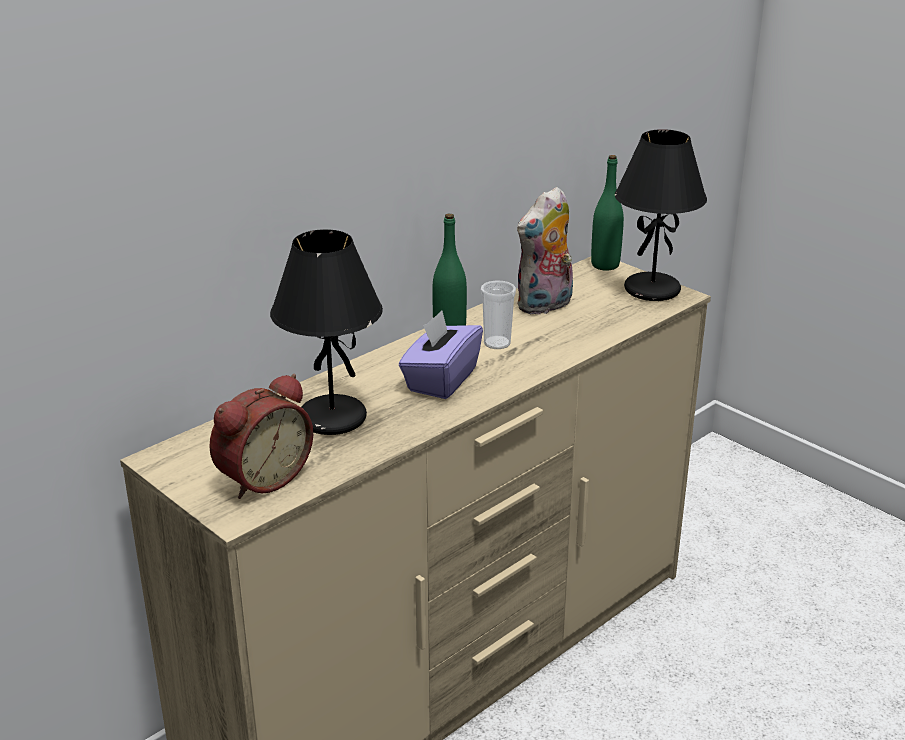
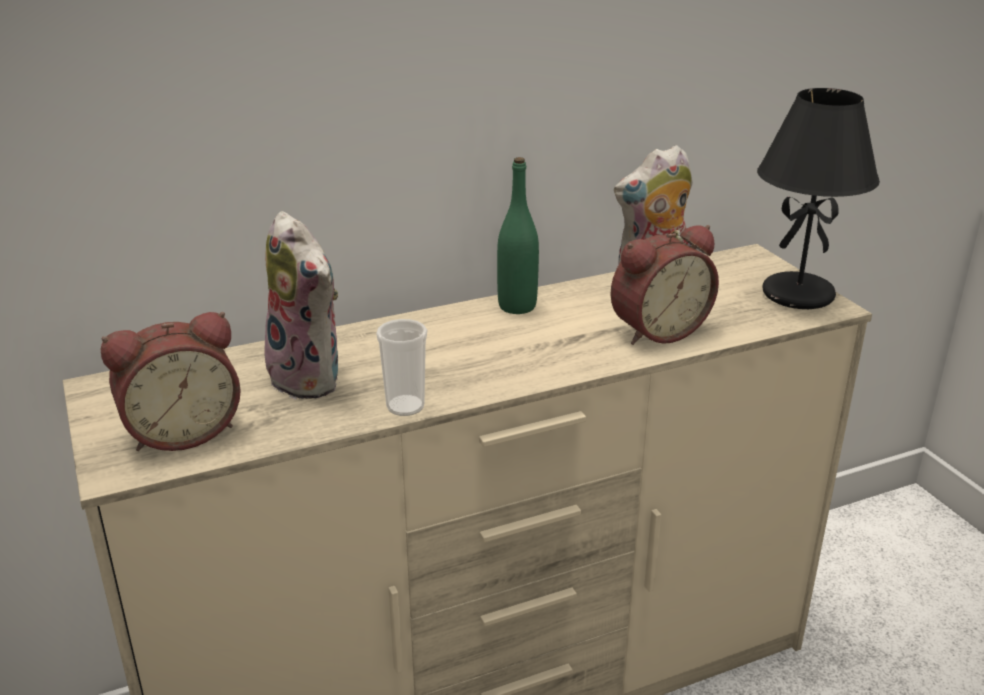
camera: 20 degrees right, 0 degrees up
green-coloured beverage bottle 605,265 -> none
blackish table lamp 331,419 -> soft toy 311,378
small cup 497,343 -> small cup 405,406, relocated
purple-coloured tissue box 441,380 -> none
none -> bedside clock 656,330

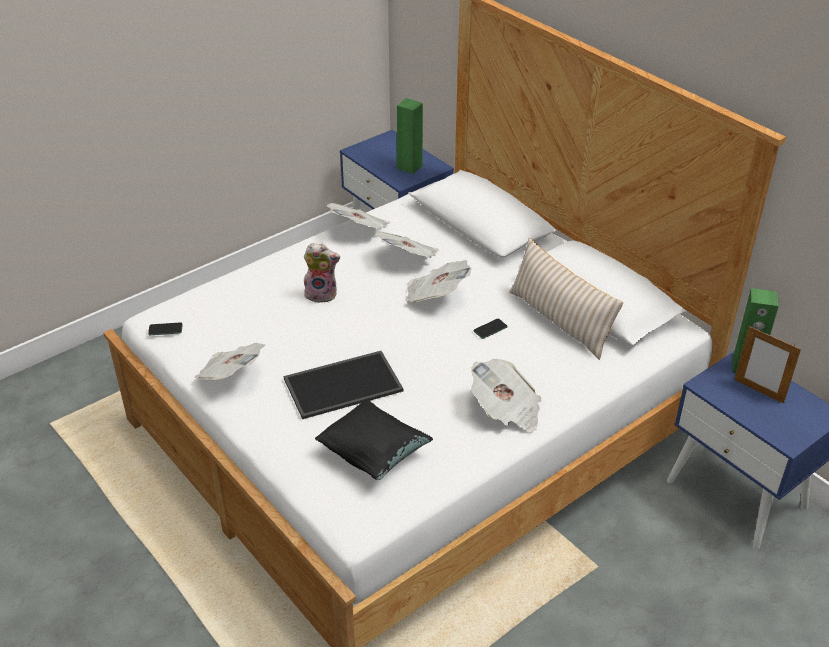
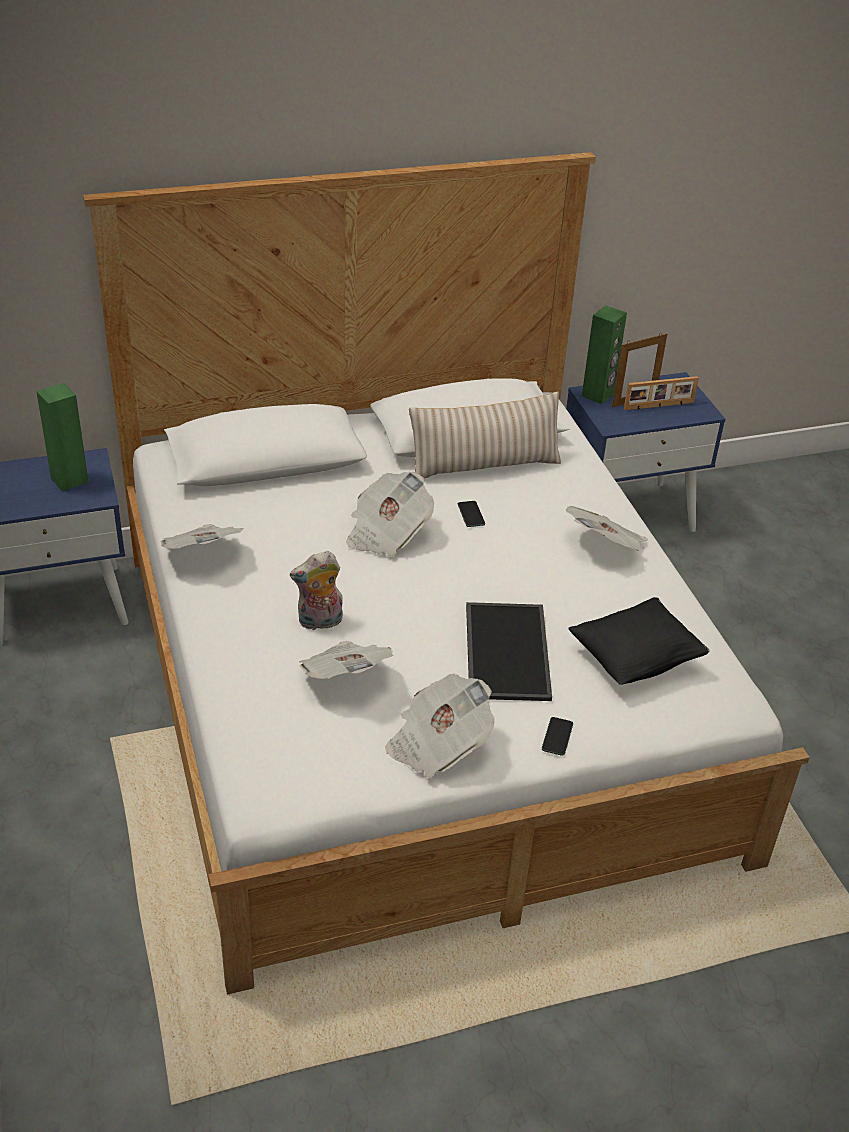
camera: 70 degrees left, 0 degrees up
newspaper 409,258 -> newspaper 345,677, relocated
soft toy 322,294 -> soft toy 319,622, 135 degrees counterclockwise
phone 165,329 -> phone 557,737, relocated
none -> picture frame 659,406

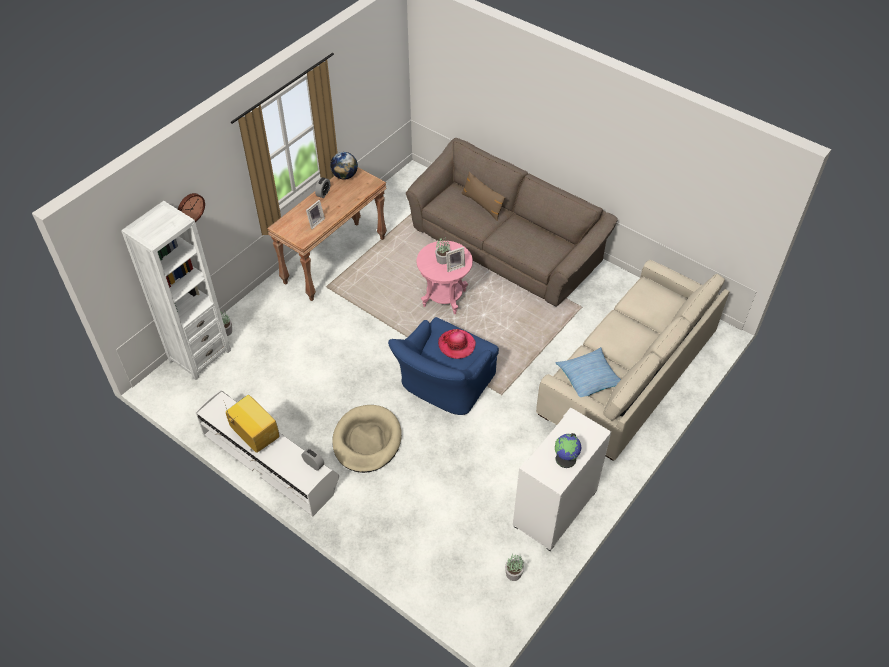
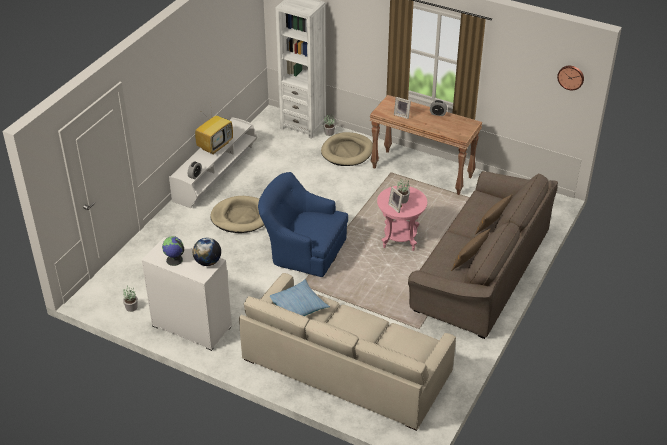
camera: 80 degrees right, 10 degrees down
desk globe 345,176 -> desk globe 208,262, relocated
clock on the wall 189,208 -> clock on the wall 571,77, relocated
hat 456,345 -> none
none -> beige-coloured dog bed 347,151
none -> brownish throw pillow 470,258

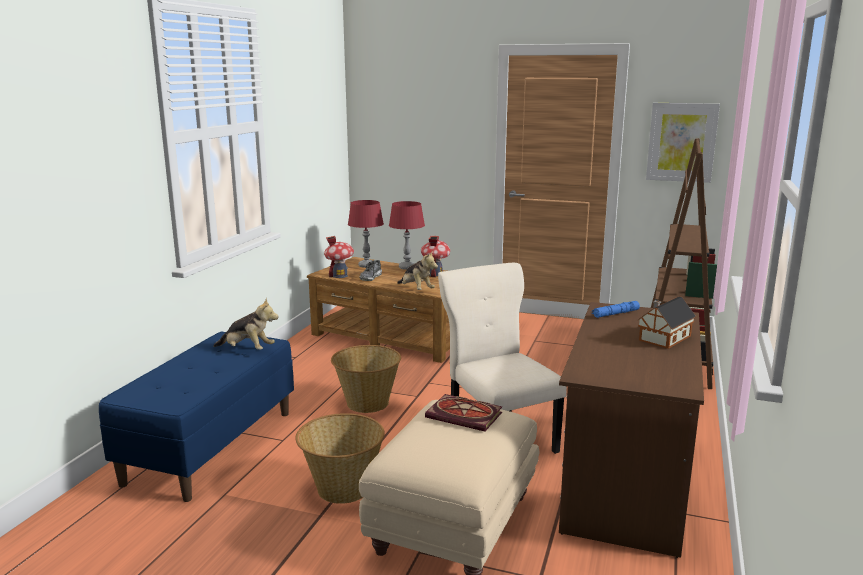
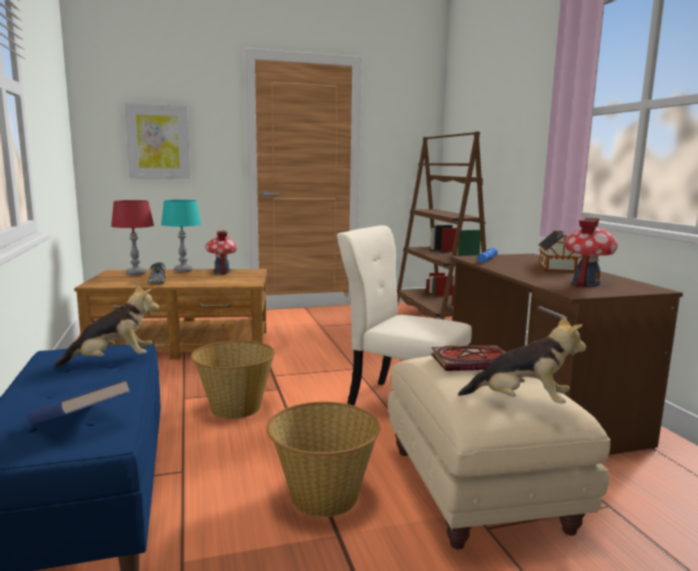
camera: 35 degrees left, 5 degrees down
wall picture 681,142 -> wall picture 158,142, relocated
red table lamp 407,267 -> blue-green table lamp 183,271
miniature house 340,275 -> miniature house 586,283, relocated
soft toy 416,290 -> soft toy 521,402, relocated
none -> blue bound book 80,424

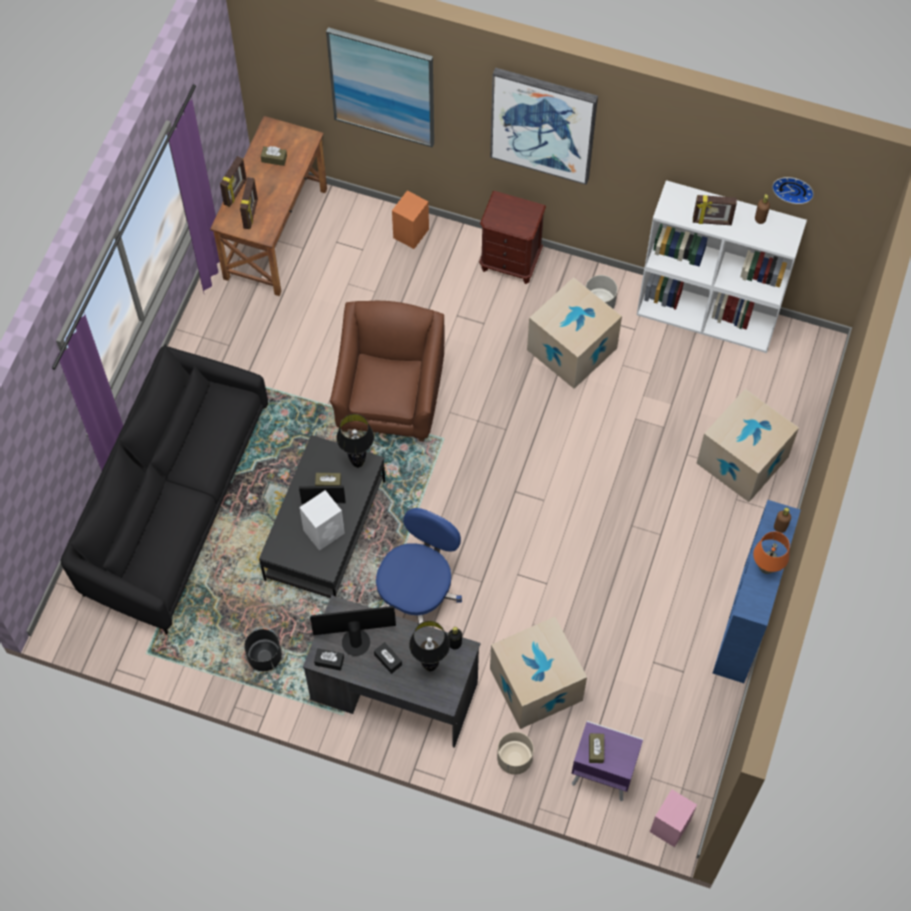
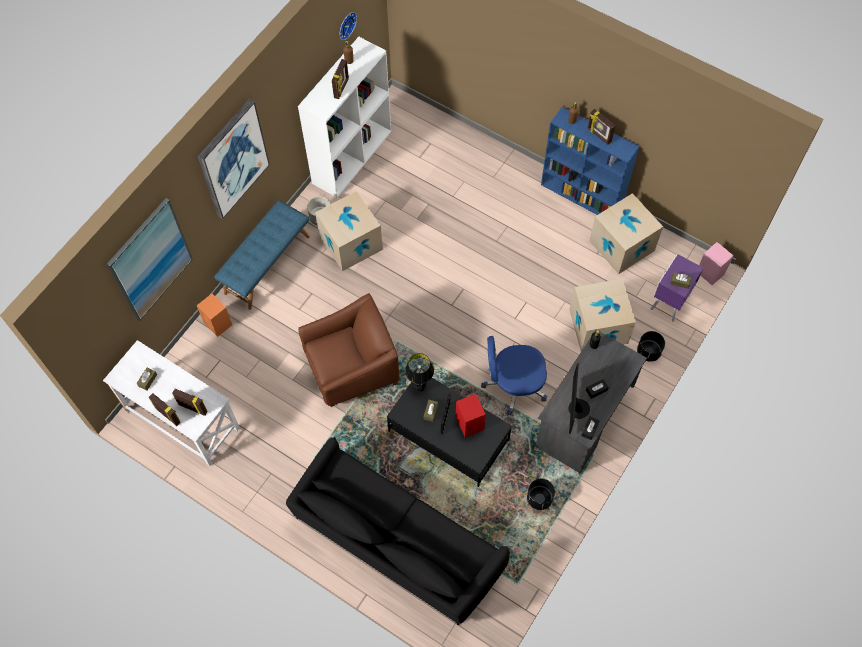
camera: 75 degrees left, 0 degrees up
brownish desk 275,233 -> white-coloured desk 182,419
brownish nightstand 510,262 -> blue indoor bench 267,264
brownish lounge chair 390,396 -> brownish lounge chair 352,368, 135 degrees clockwise
packing box 742,460 -> packing box 622,245, relocated
white-coloured audio speaker 324,531 -> red audio speaker 469,422
blue desk chair 417,593 -> blue desk chair 513,385, 45 degrees counterclockwise
orangey table lamp 766,568 -> picture frame 599,135
blackish table lamp 430,666 -> none
beige-coloured planter 514,759 -> blackish planter 648,352

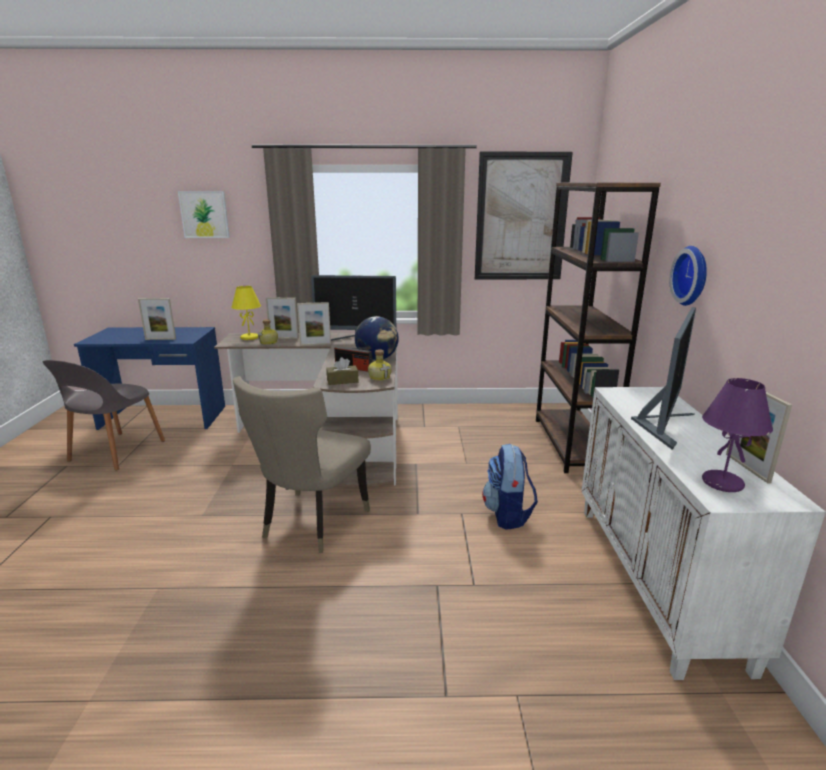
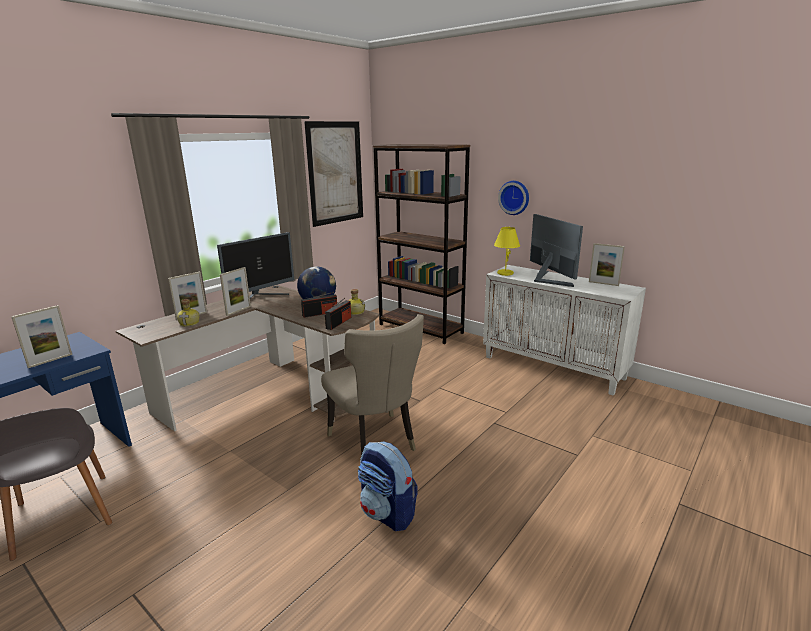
camera: 50 degrees left, 0 degrees up
wall picture 204,214 -> none
yellow-coloured table lamp 250,337 -> yellow-coloured table lamp 505,273, relocated
brownish tissue box 342,381 -> radio receiver 339,323
purple-coloured table lamp 721,483 -> none
backpack 508,515 -> backpack 388,513, relocated

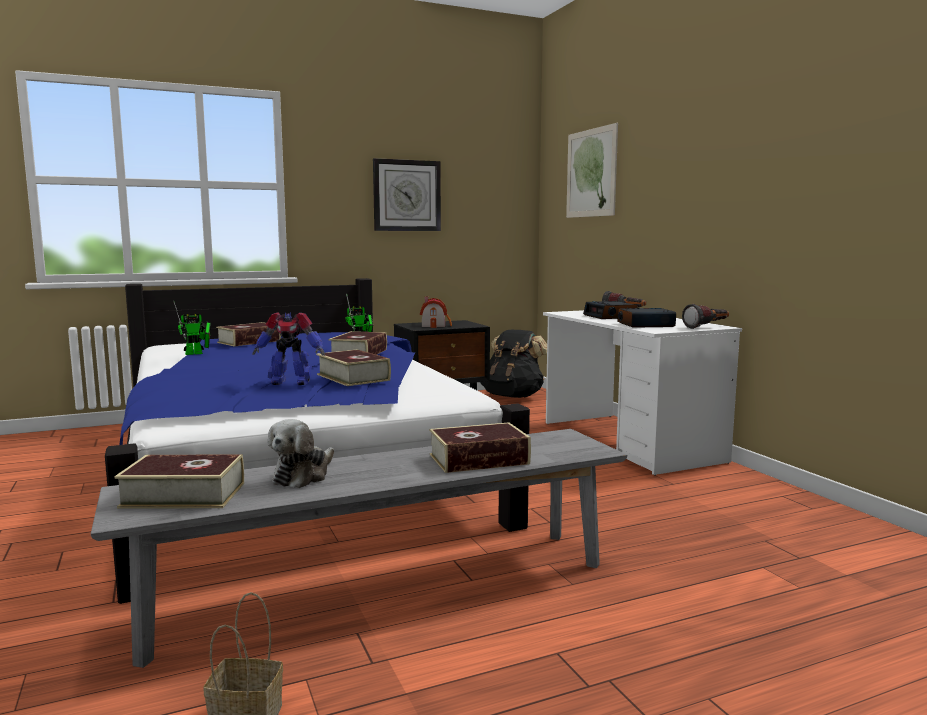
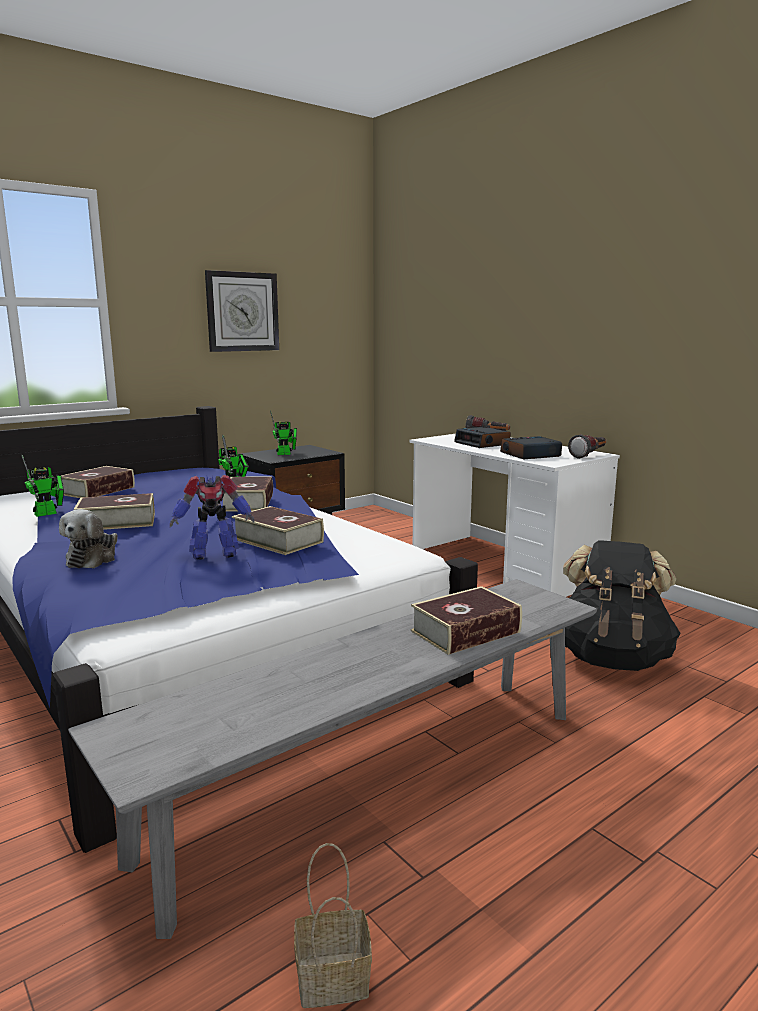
camera: 15 degrees left, 5 degrees up
wall picture 591,173 -> none
miniature house 435,325 -> toy robot 286,454
blackish backpack 512,396 -> blackish backpack 611,659, relocated
soft toy 303,475 -> soft toy 93,558, relocated
bound book 184,495 -> bound book 117,522, relocated

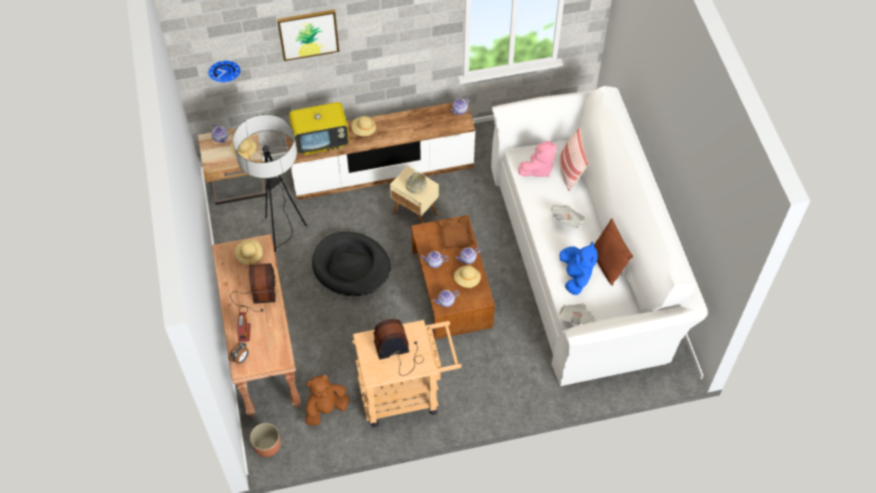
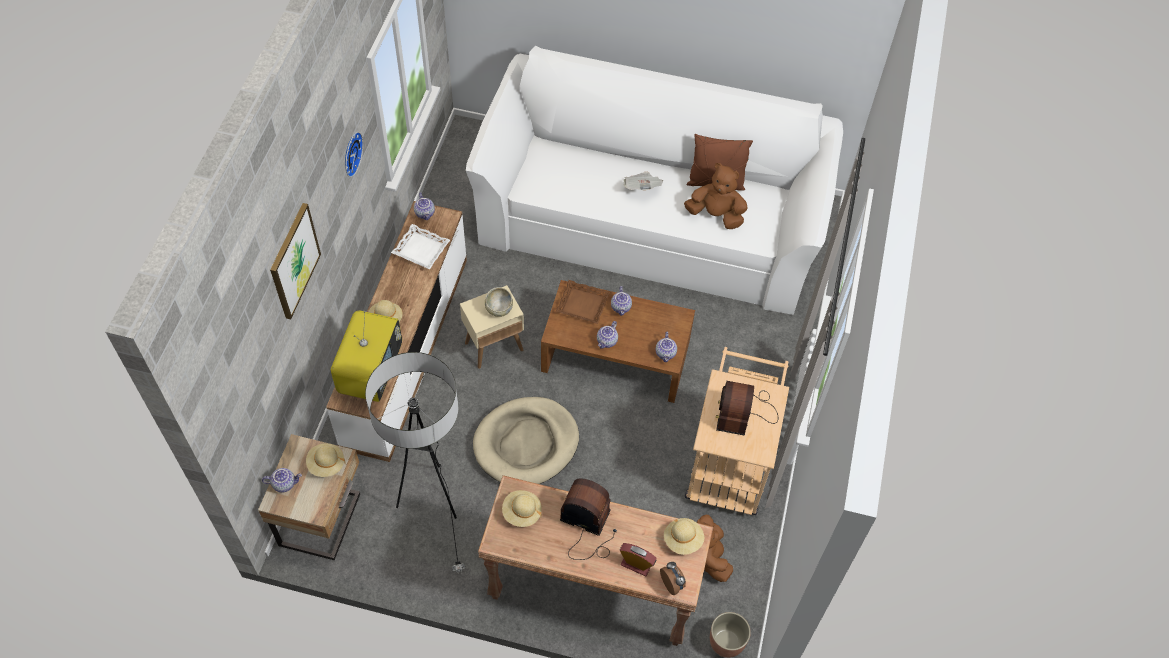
camera: 65 degrees left, 0 degrees up
clock on the wall 224,69 -> clock on the wall 350,153, relocated
throw pillow 570,172 -> none
pink soft toy 538,168 -> none
blackish dog bed 351,266 -> beige-coloured dog bed 526,444
blue soft toy 575,276 -> brownish soft toy 716,215
beige-coloured hat 467,280 -> beige-coloured hat 683,540, relocated
newspaper 575,318 -> none
none -> white-coloured carrying tray 420,250

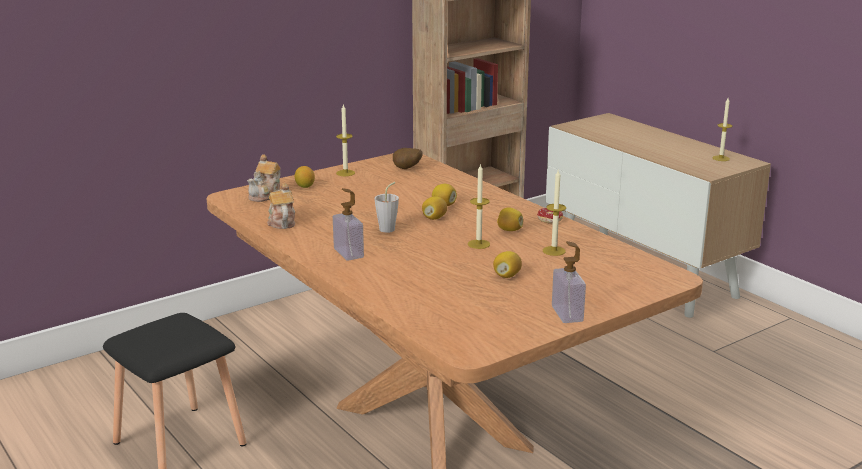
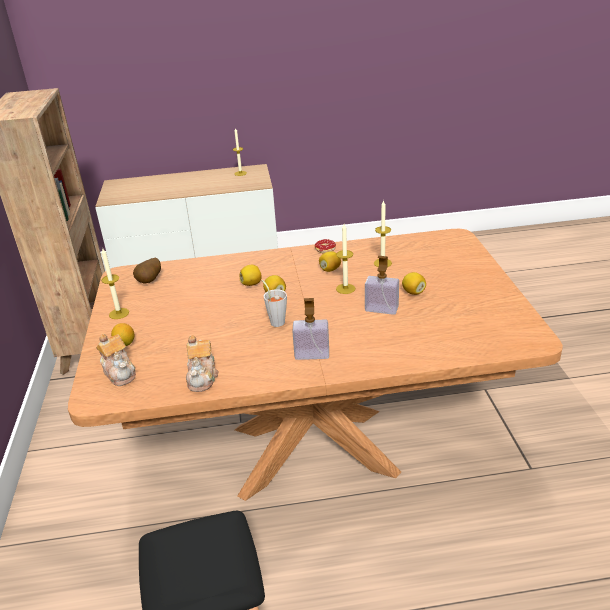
camera: 60 degrees left, 10 degrees up
tea pot 281,222 -> tea pot 202,377, 105 degrees counterclockwise
soap bottle 567,314 -> soap bottle 381,309, relocated

